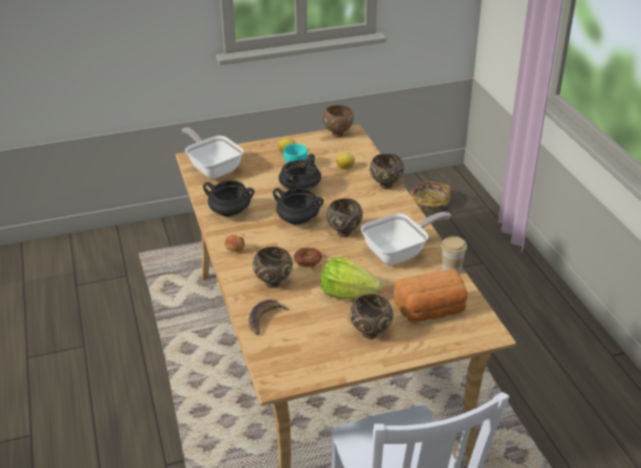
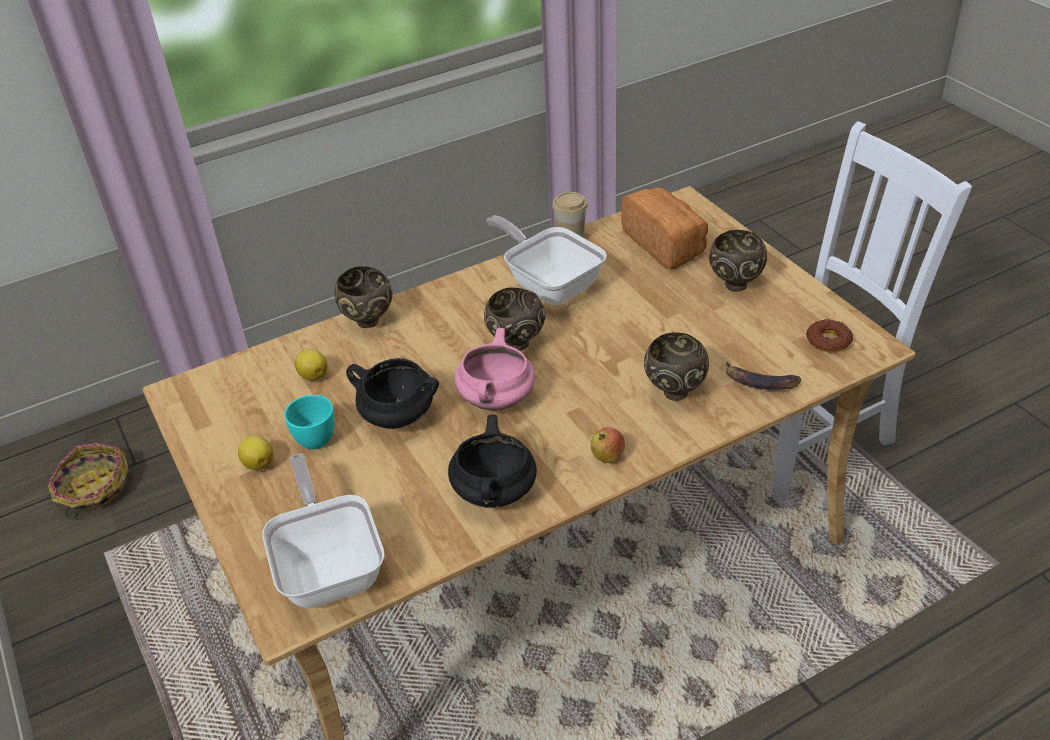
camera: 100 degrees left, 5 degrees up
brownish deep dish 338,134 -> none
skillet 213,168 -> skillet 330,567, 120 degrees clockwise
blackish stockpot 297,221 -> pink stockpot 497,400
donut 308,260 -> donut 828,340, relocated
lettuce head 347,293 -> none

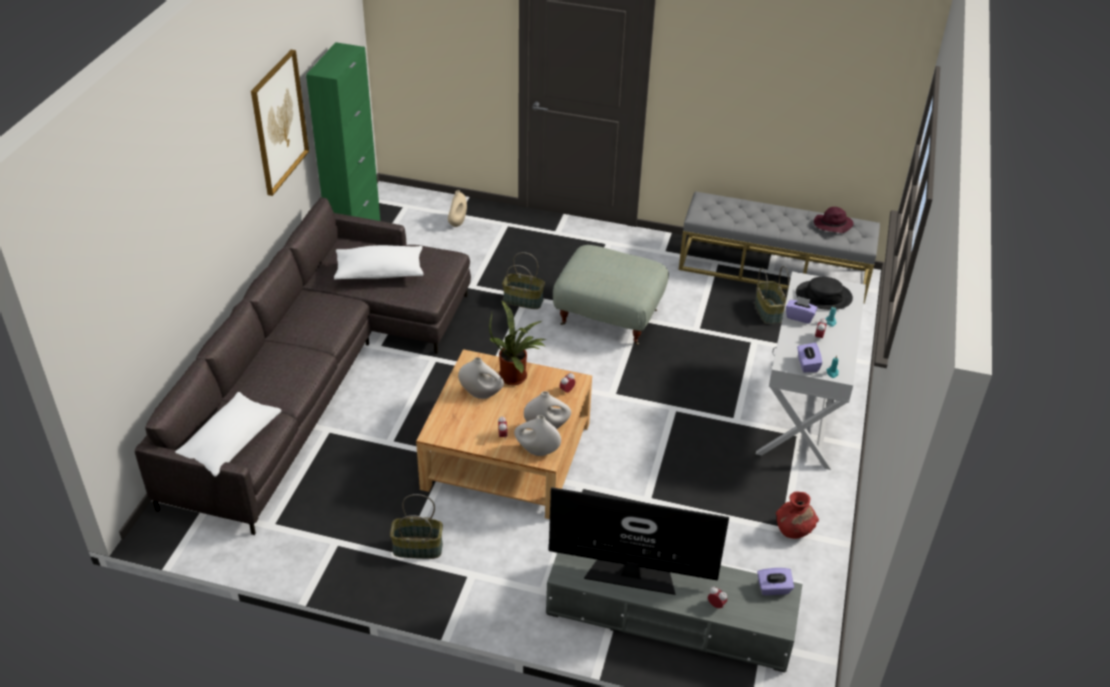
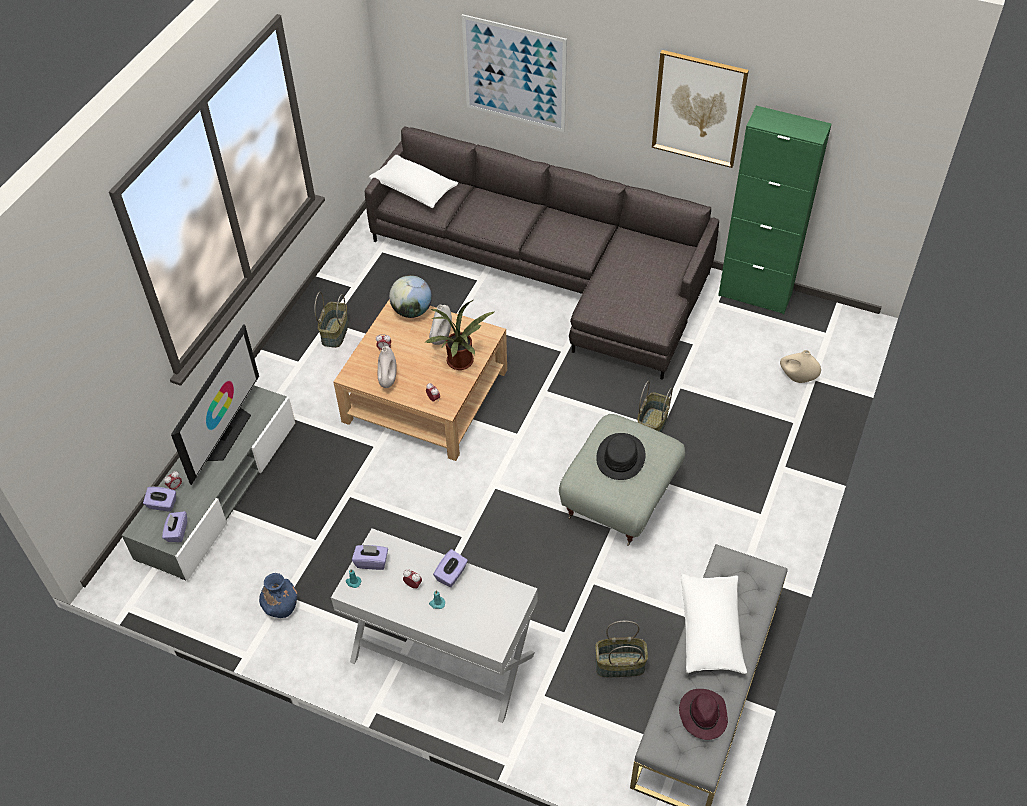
camera: 100 degrees right, 10 degrees up
white-coloured throw pillow 380,273 -> white-coloured throw pillow 710,631, relocated
blackish hat 823,296 -> blackish hat 621,457, relocated
white-coloured decorative vase 537,451 -> none
red decorative vase 793,530 -> blue decorative vase 281,606
none -> wall picture 514,74
none -> desk globe 412,311
none -> purple-coloured tissue box 162,504

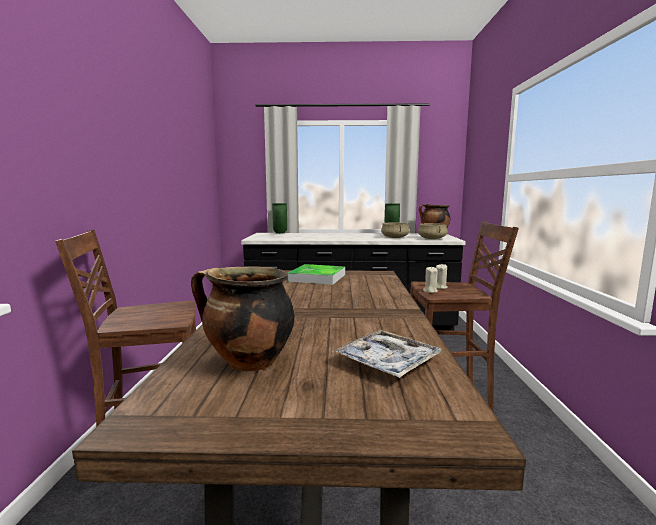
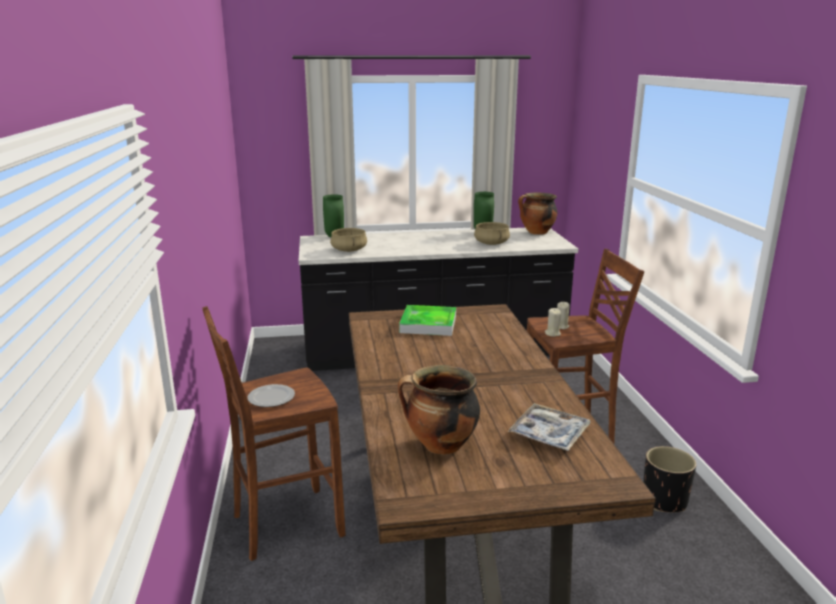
camera: 10 degrees left, 10 degrees up
beige-coloured stockpot 432,239 -> beige-coloured stockpot 349,250, relocated
none -> dinner plate 272,397
none -> blackish planter 664,500

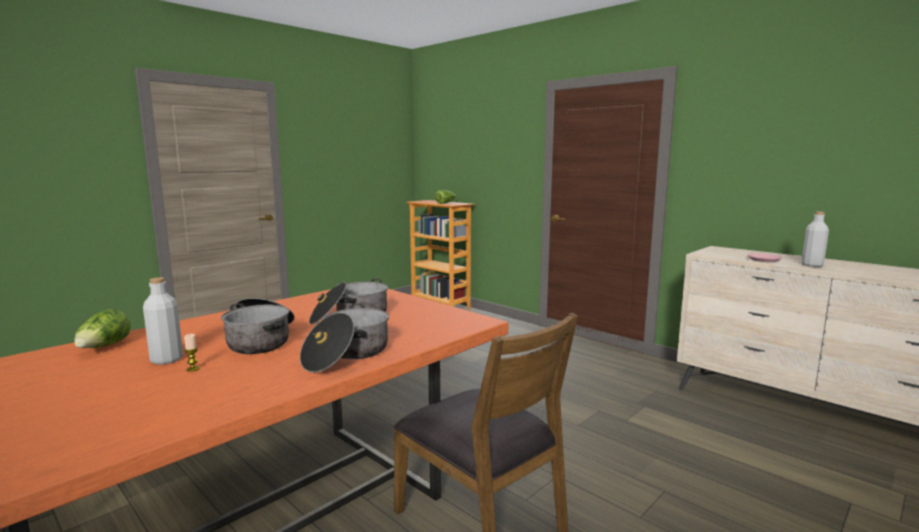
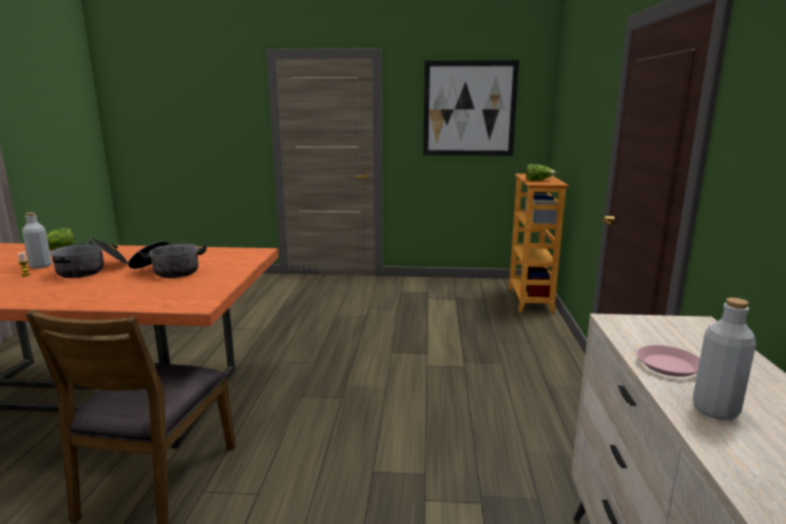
camera: 50 degrees right, 5 degrees up
stockpot 347,354 -> none
none -> wall picture 469,109

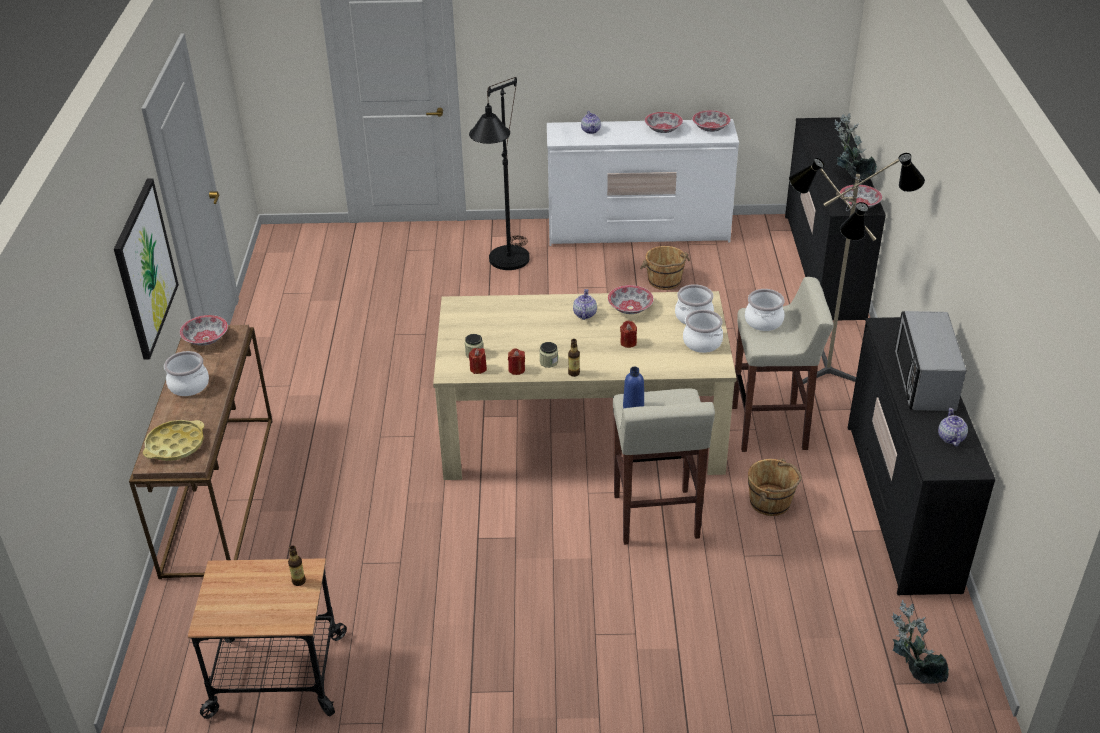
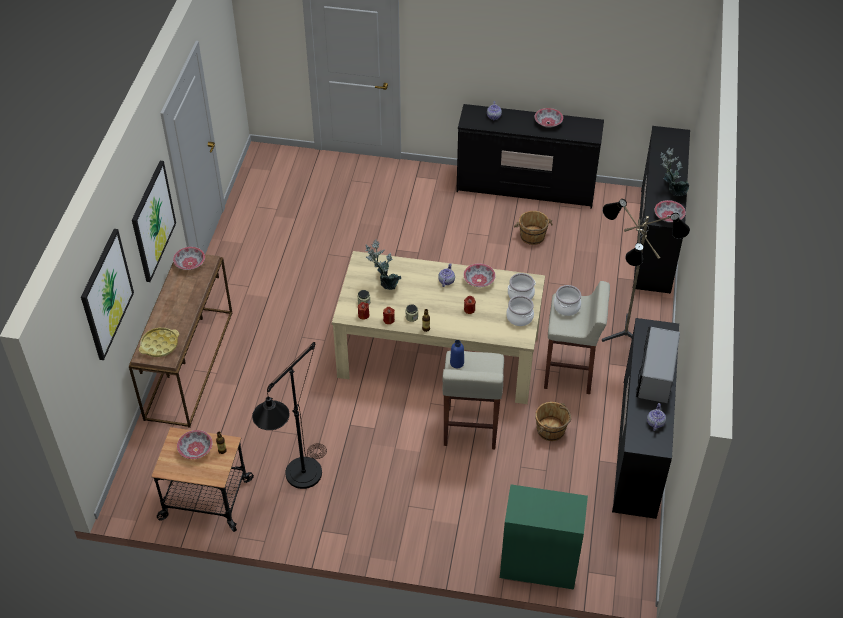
camera: 10 degrees right, 10 degrees up
blackish standing lamp 506,265 -> blackish standing lamp 298,481, relocated
deep dish 711,128 -> deep dish 196,450, relocated
white-coloured dresser 638,232 -> blackish dresser 526,188
stockpot 189,385 -> none
plant in a pot 911,673 -> plant in a pot 385,284, relocated
none -> wall picture 106,294
none -> green-coloured cabinet 538,565

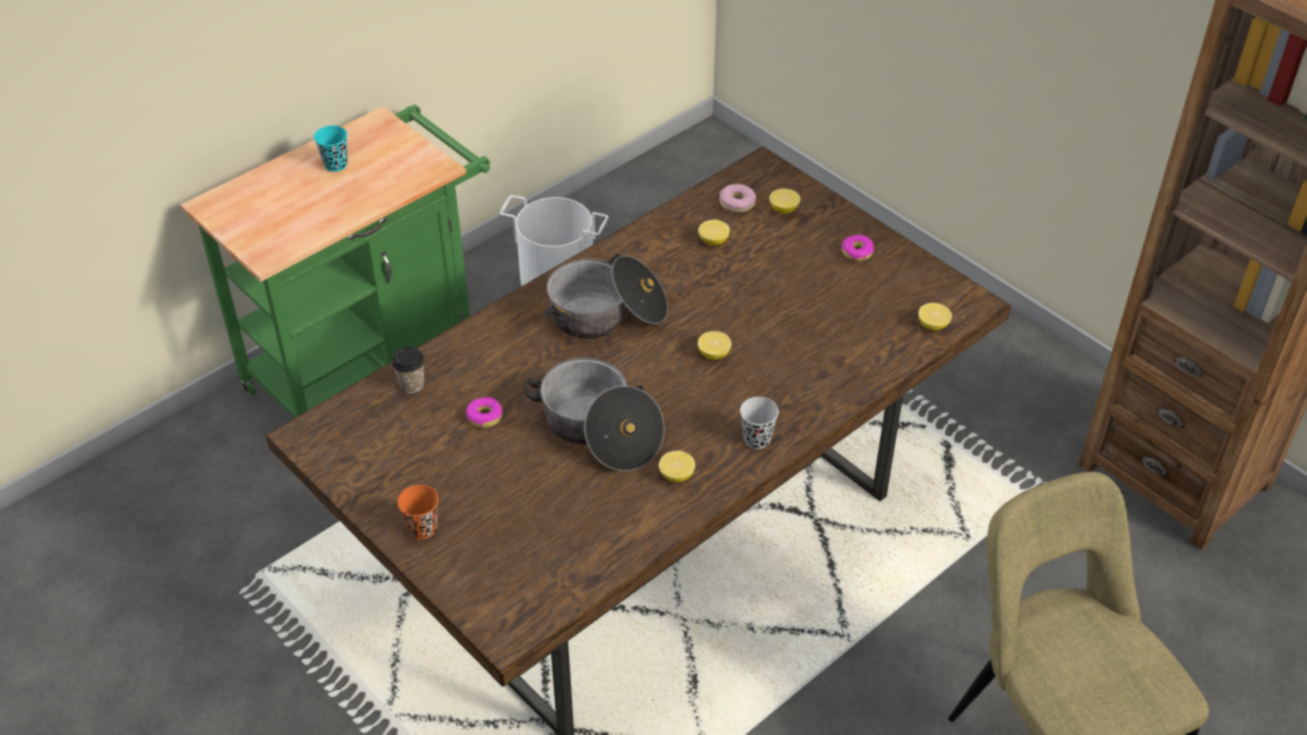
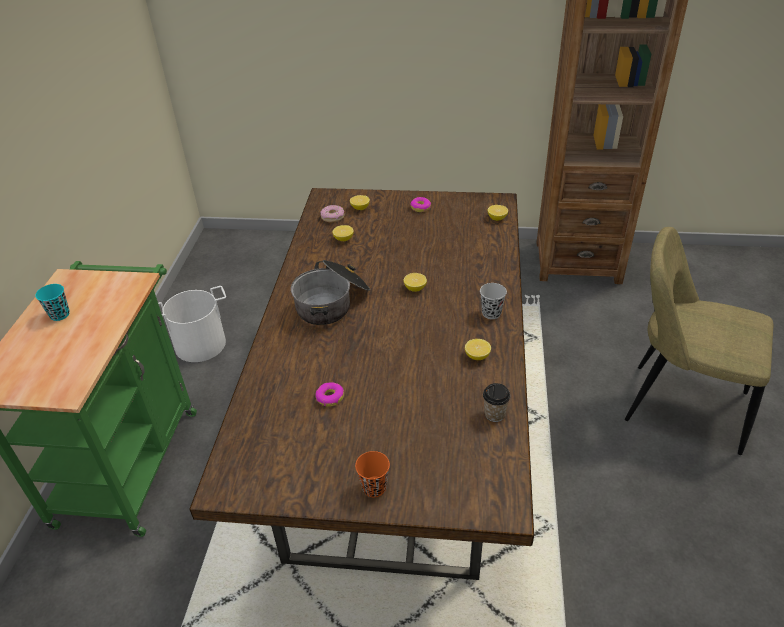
camera: 40 degrees left, 5 degrees down
small cup 412,384 -> small cup 494,414, relocated
stockpot 599,430 -> none

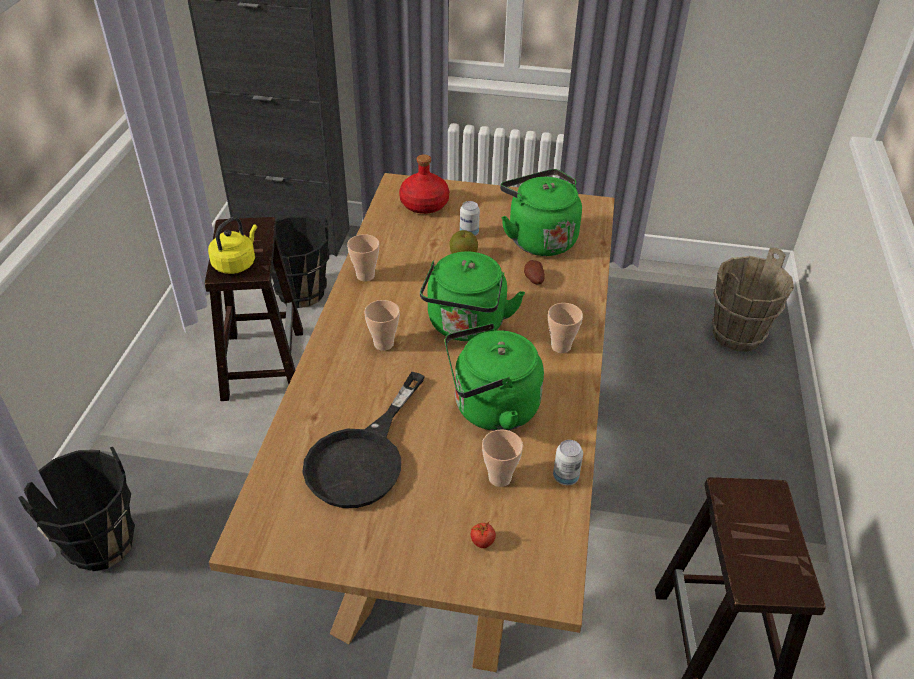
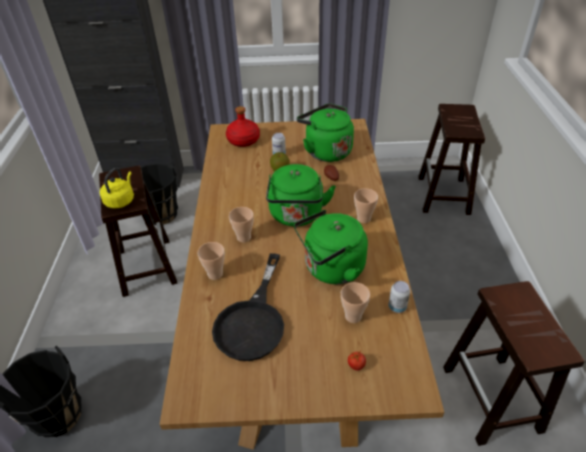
camera: 10 degrees left, 0 degrees up
small cup 365,276 -> small cup 215,274, relocated
brownish pail 737,335 -> brownish stool seat 443,196

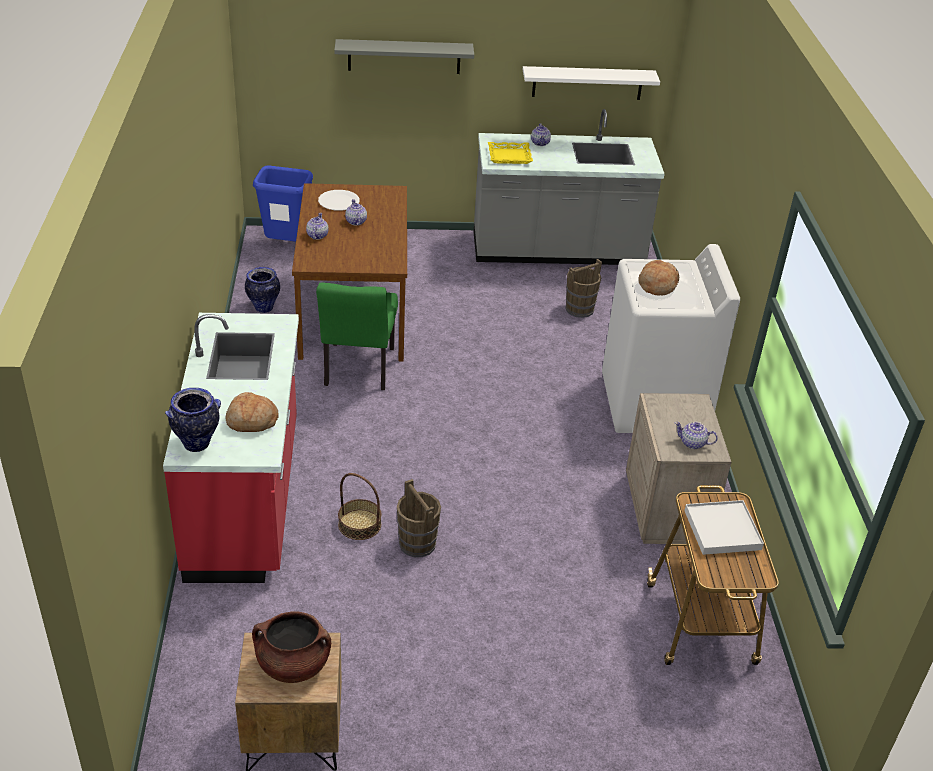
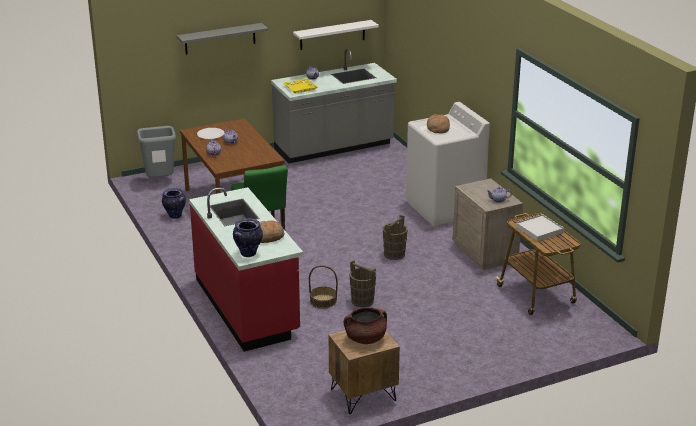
camera: 20 degrees left, 10 degrees down
blue trash can 287,245 -> grey trash can 160,181
brownish pail 580,309 -> brownish pail 394,254, relocated

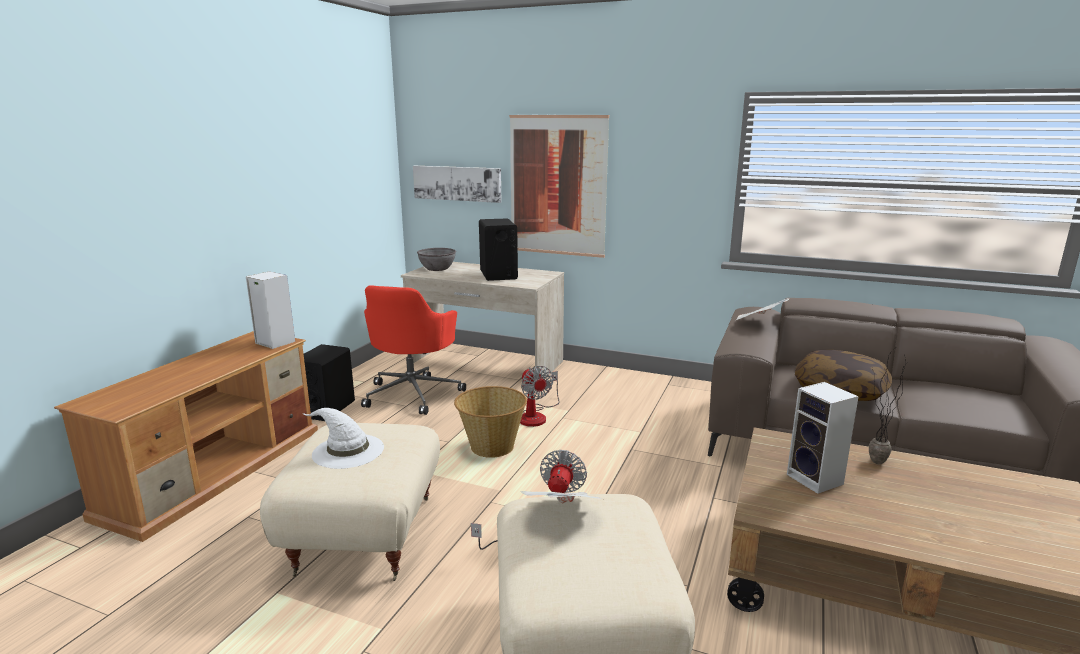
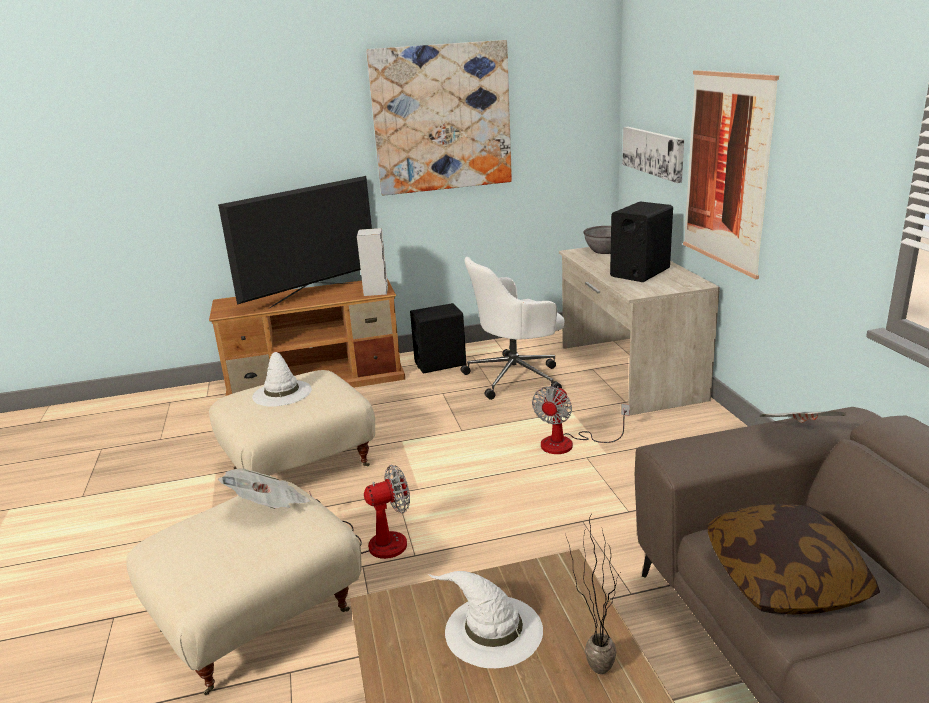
camera: 55 degrees right, 5 degrees up
red desk chair 413,394 -> white-coloured desk chair 516,377
audio speaker 817,480 -> white-coloured hat 492,630
household basket 491,446 -> none
none -> wall picture 442,118
none -> TV 311,295

